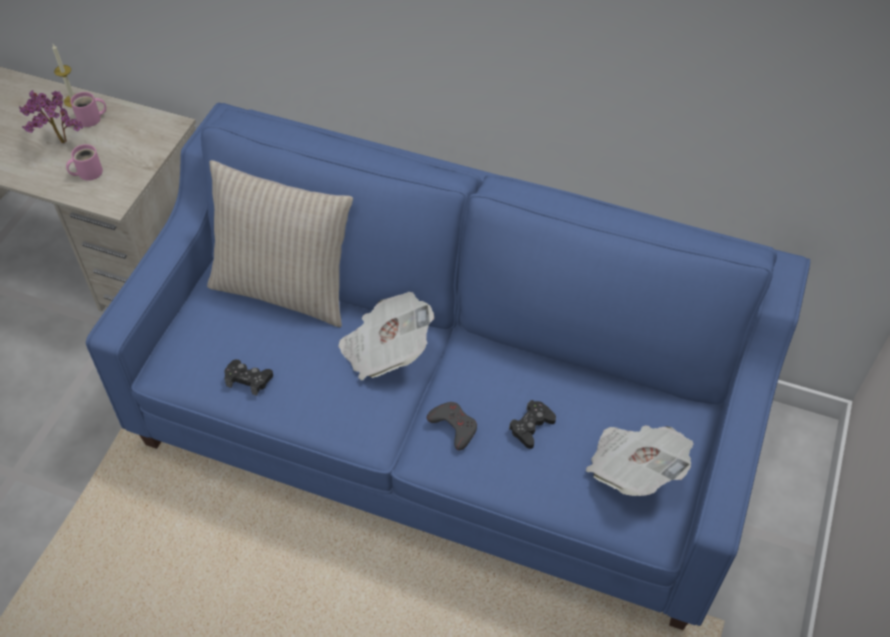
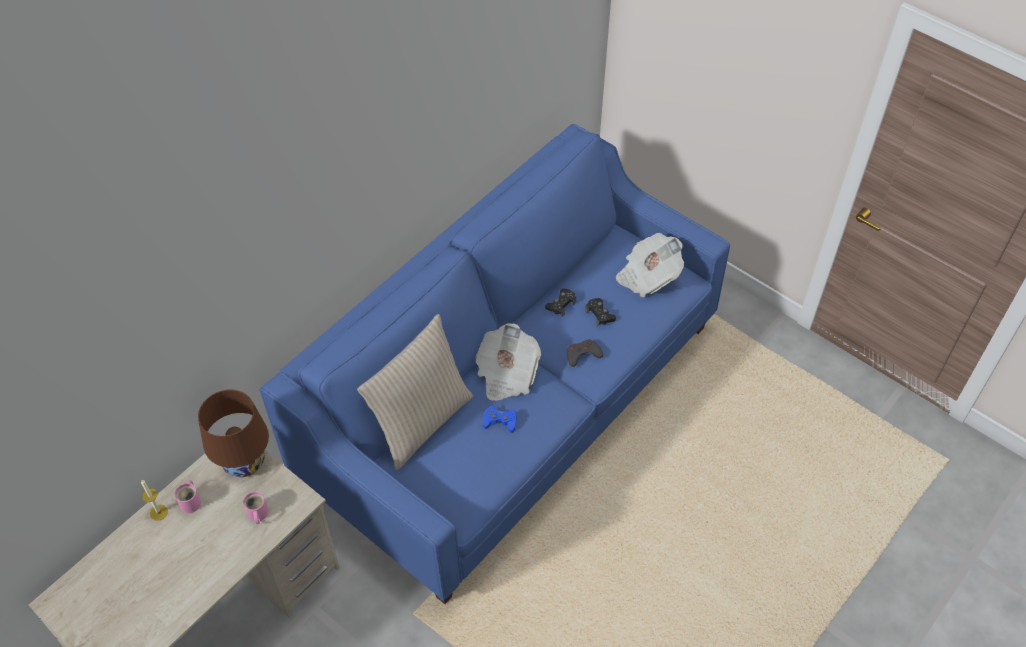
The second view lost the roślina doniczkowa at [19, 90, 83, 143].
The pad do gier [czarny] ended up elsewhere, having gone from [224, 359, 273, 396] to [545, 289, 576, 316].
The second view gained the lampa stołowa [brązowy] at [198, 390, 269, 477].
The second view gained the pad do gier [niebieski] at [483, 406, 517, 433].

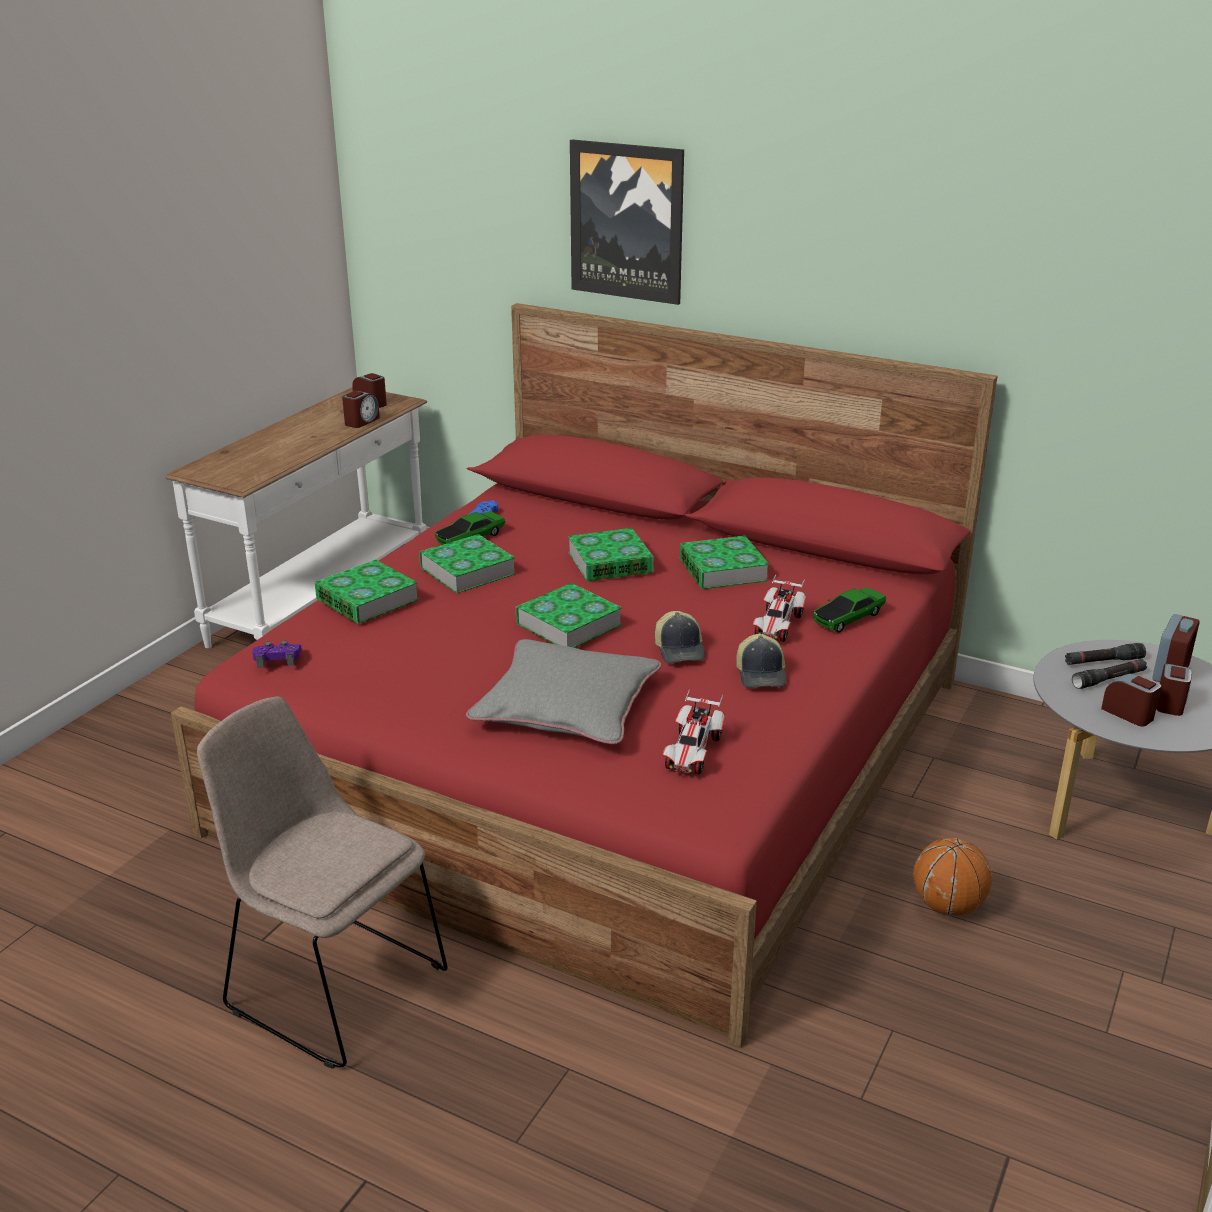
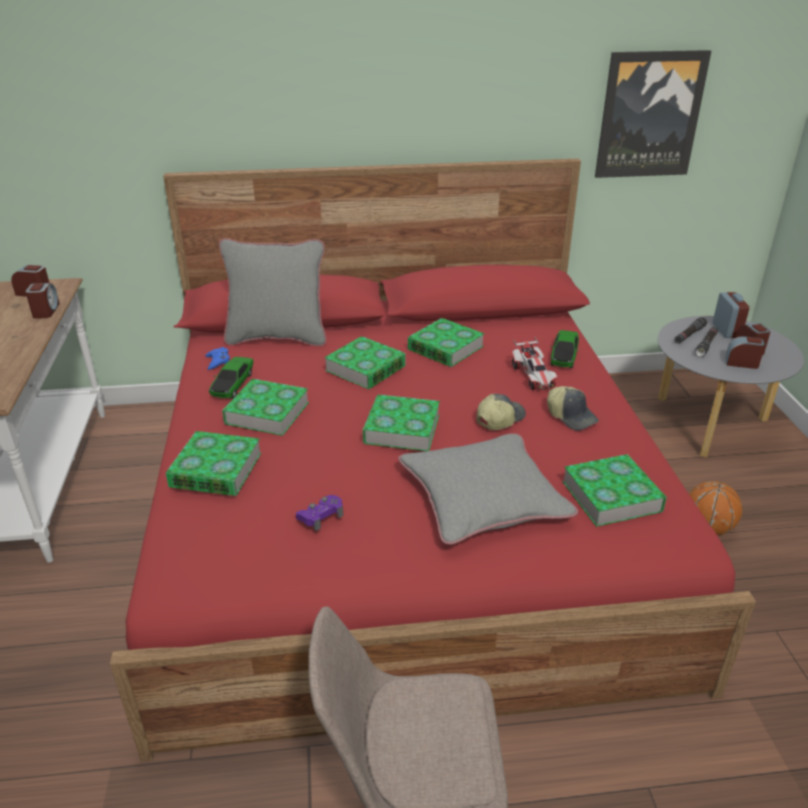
The pad do gier [fioletowy] ended up elsewhere, having gone from [252, 641, 302, 668] to [296, 495, 343, 531].
The obraz ended up elsewhere, having gone from [570, 139, 684, 305] to [595, 50, 711, 178].
The czapka z daszkiem at [655, 611, 705, 664] ended up facing another way, 90 degrees counterclockwise from before.
Where the samochodzik stood at [662, 690, 725, 775], the książka came to stand at [562, 454, 667, 527].
The second view gained the poduszka [szary] at [219, 238, 326, 346].

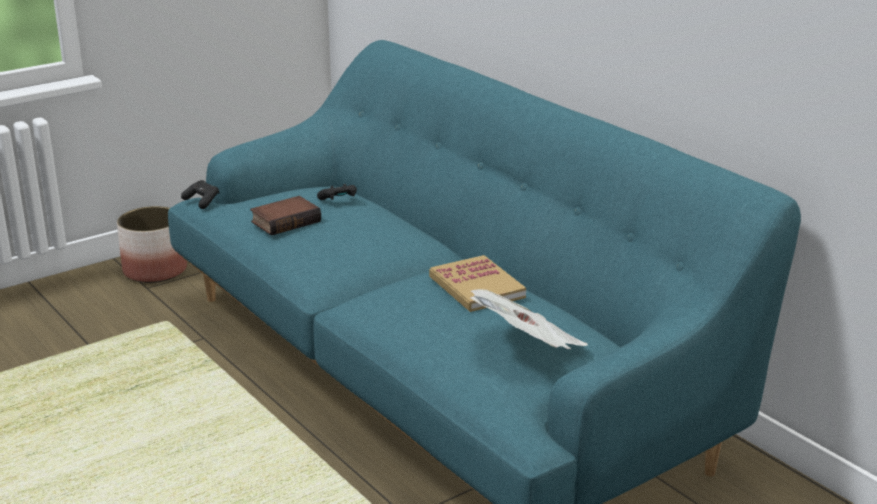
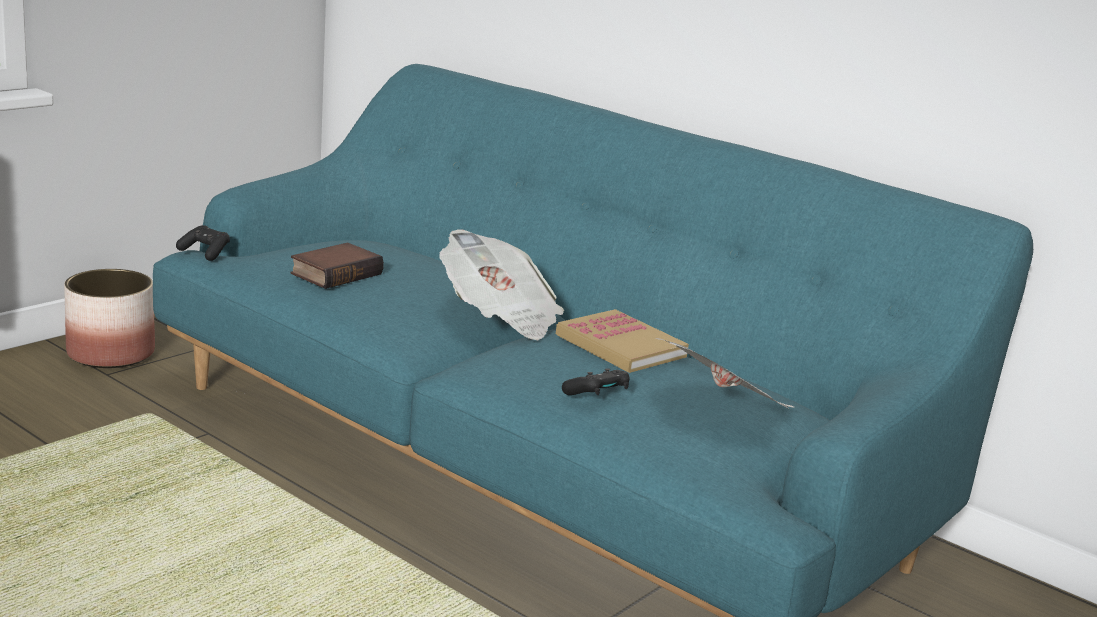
The pad do gier [czarny] ended up elsewhere, having gone from [317, 184, 357, 200] to [562, 369, 630, 395].
The second view gained the gazeta at [439, 229, 564, 340].

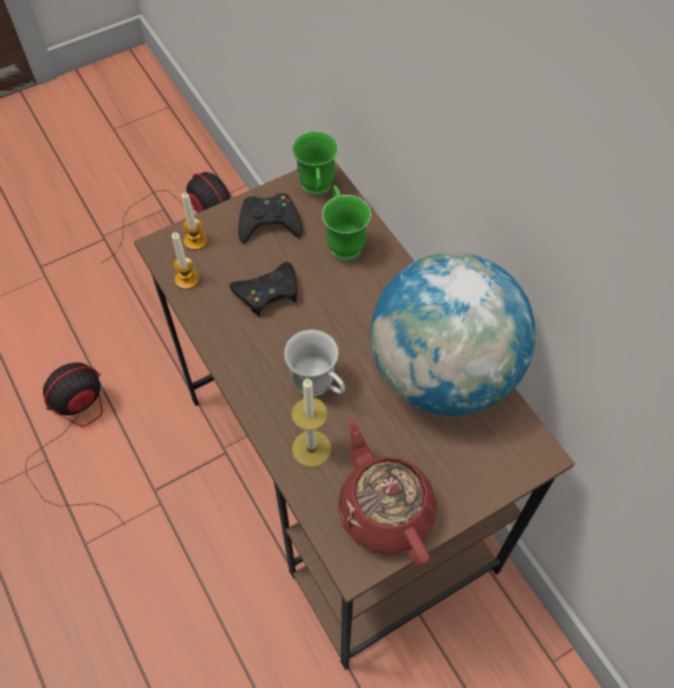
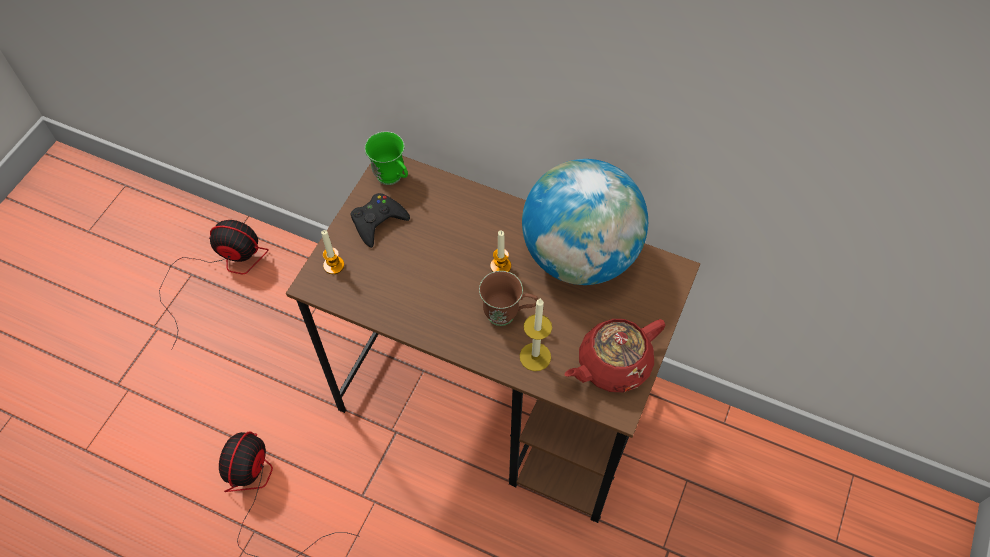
The świeca ended up elsewhere, having gone from [172, 232, 199, 289] to [490, 230, 511, 272].
The second view lost the pad do gier [czarny] at [229, 262, 298, 317].
What was the kubek [biały] at [284, 329, 345, 398] turned into the kubek [brązowy] at [479, 271, 538, 326].
The second view lost the kubek [zielony] at [322, 185, 371, 261].
The imbryk [czerwony] at [338, 421, 437, 567] ended up facing another way, 60 degrees counterclockwise from before.

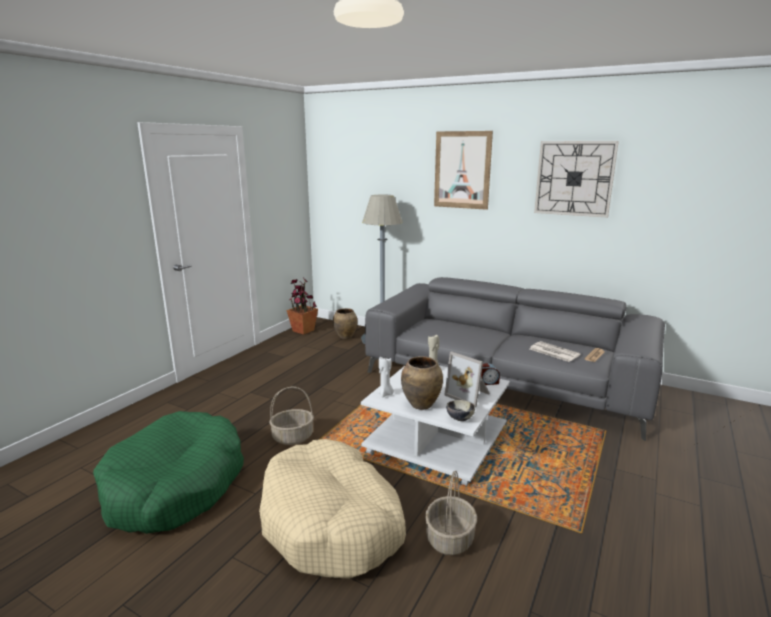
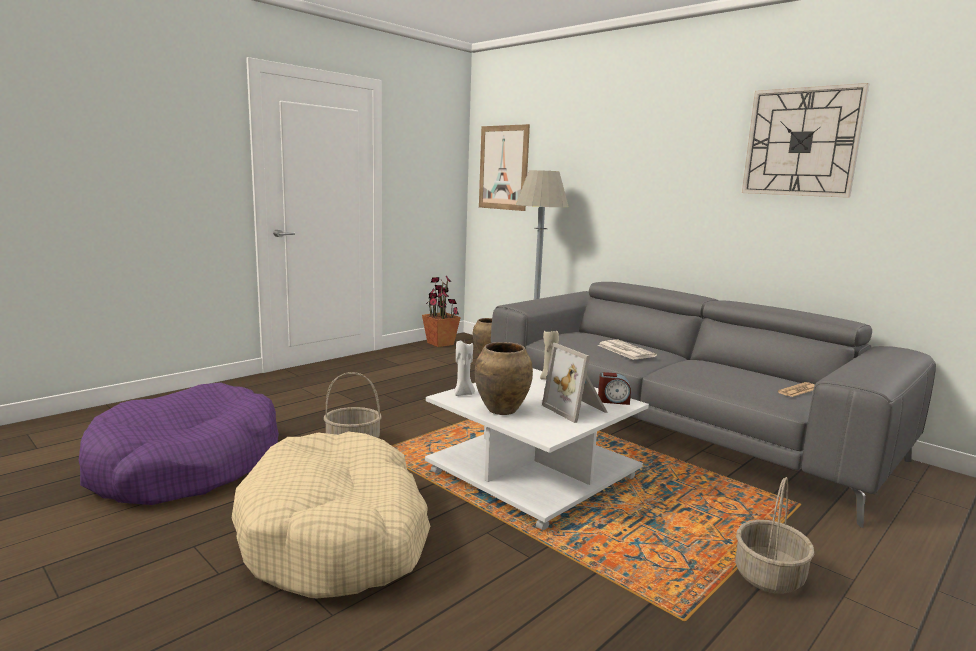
What was the legowisko [zielony] at [93, 411, 244, 534] turned into the legowisko [fioletowy] at [79, 382, 279, 505].
The koszyk ended up elsewhere, having gone from [425, 471, 477, 555] to [735, 477, 814, 594].
The obraz ended up elsewhere, having gone from [434, 131, 493, 210] to [479, 124, 530, 211].
The second view lost the miska at [446, 400, 475, 421].
The gazeta ended up elsewhere, having gone from [530, 341, 581, 362] to [598, 340, 657, 360].

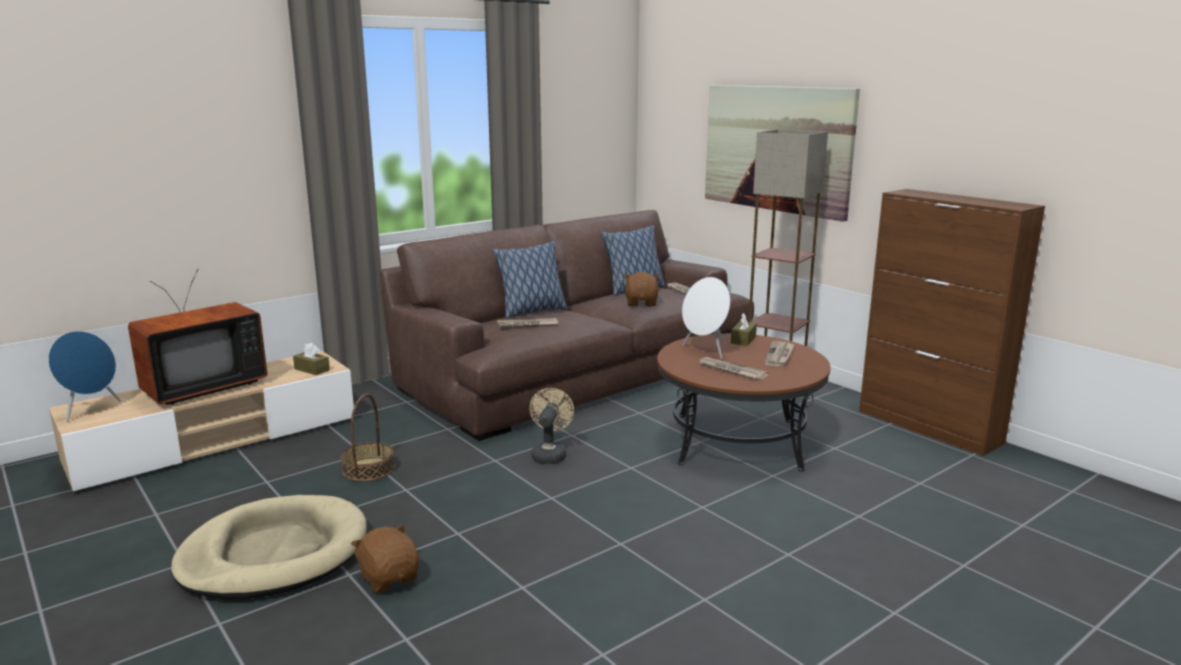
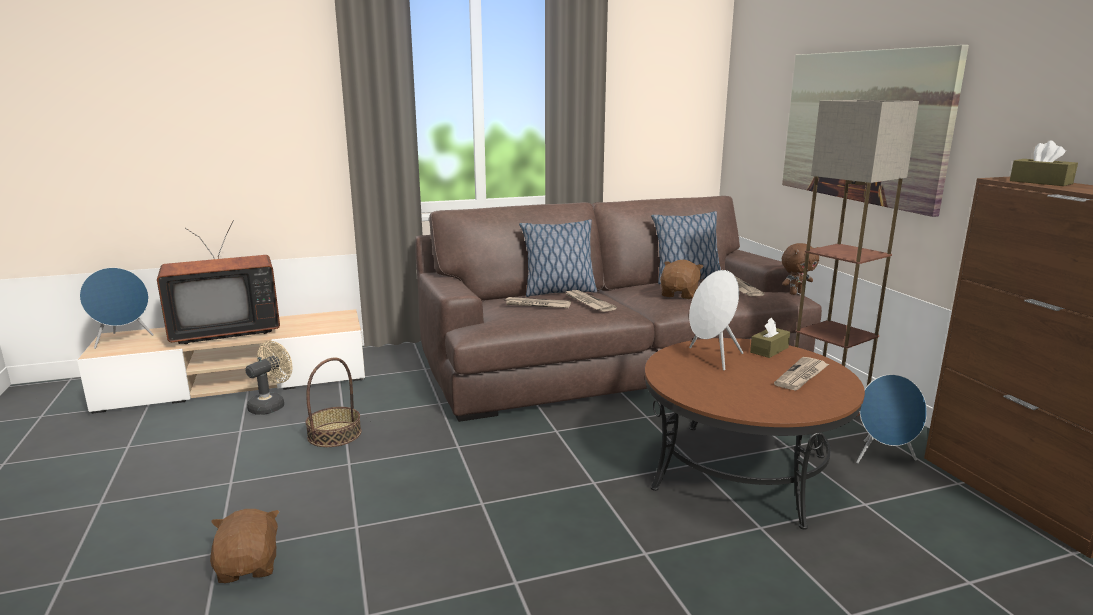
The second view lost the legowisko [beżowy] at [171, 495, 367, 599].
The pudełko chusteczek [brązowy] ended up elsewhere, having gone from [293, 343, 330, 375] to [1010, 140, 1078, 186].
The wentylator [beżowy] ended up elsewhere, having gone from [530, 388, 574, 464] to [245, 341, 292, 415].
The gazeta ended up elsewhere, having gone from [697, 357, 769, 380] to [564, 290, 617, 312].
The second view gained the pluszak [brązowy] at [782, 243, 819, 295].
The second view gained the głośnik [niebieski] at [856, 374, 927, 463].

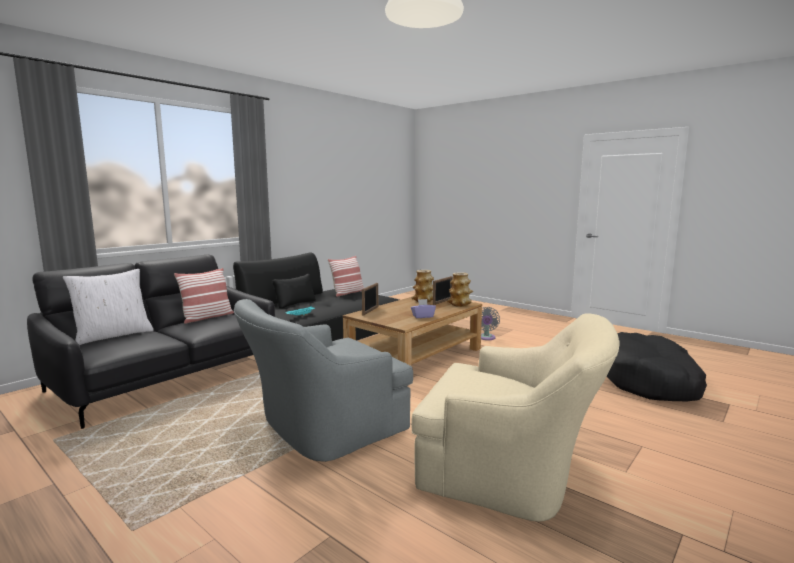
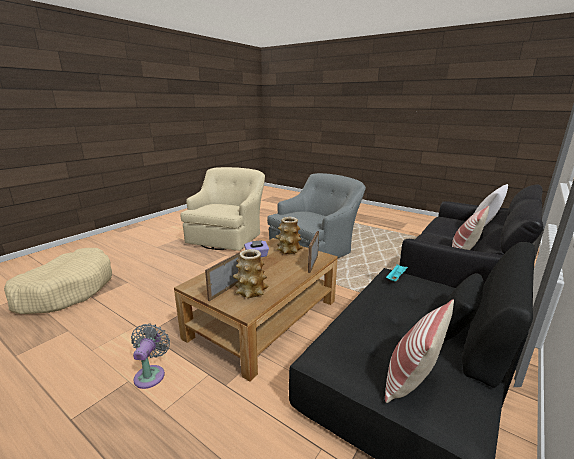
The fotel [beżowy] at [411, 313, 619, 522] ended up facing another way, 90 degrees clockwise from before.
The wazon ended up elsewhere, having gone from [447, 272, 473, 307] to [276, 217, 303, 254].
What was the legowisko [czarny] at [606, 332, 707, 402] turned into the legowisko [beżowy] at [4, 248, 112, 314].

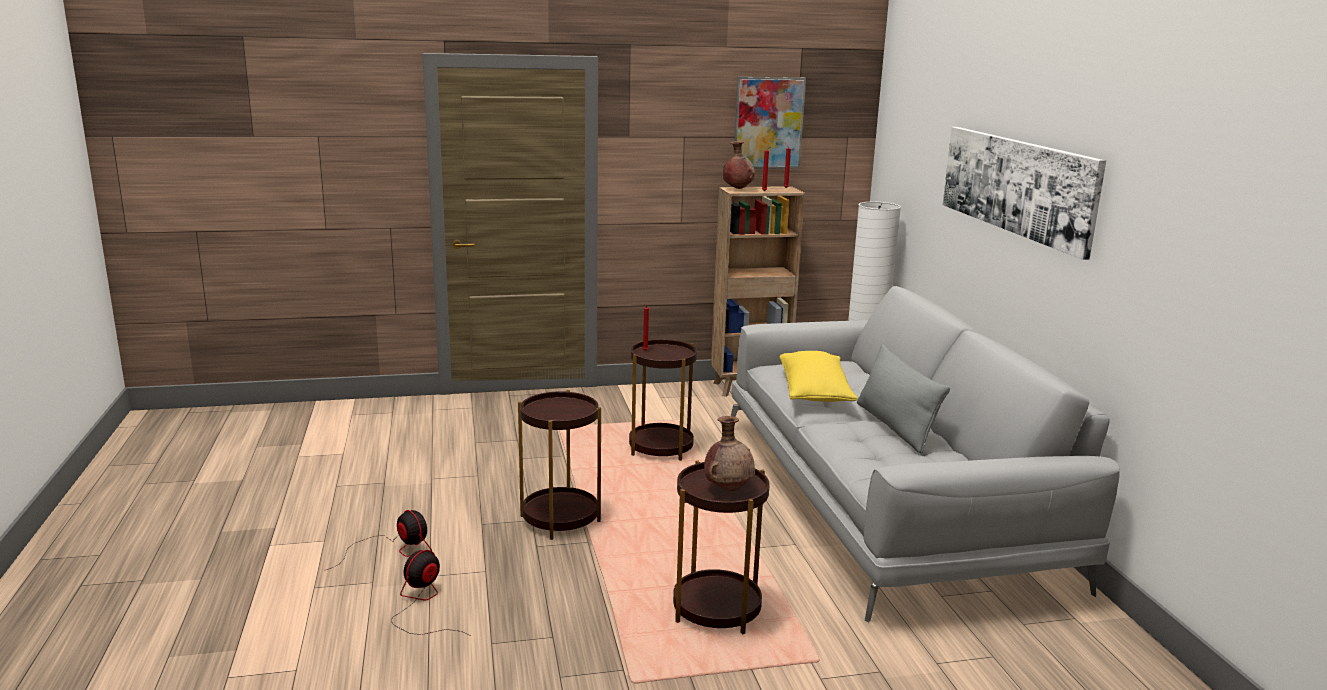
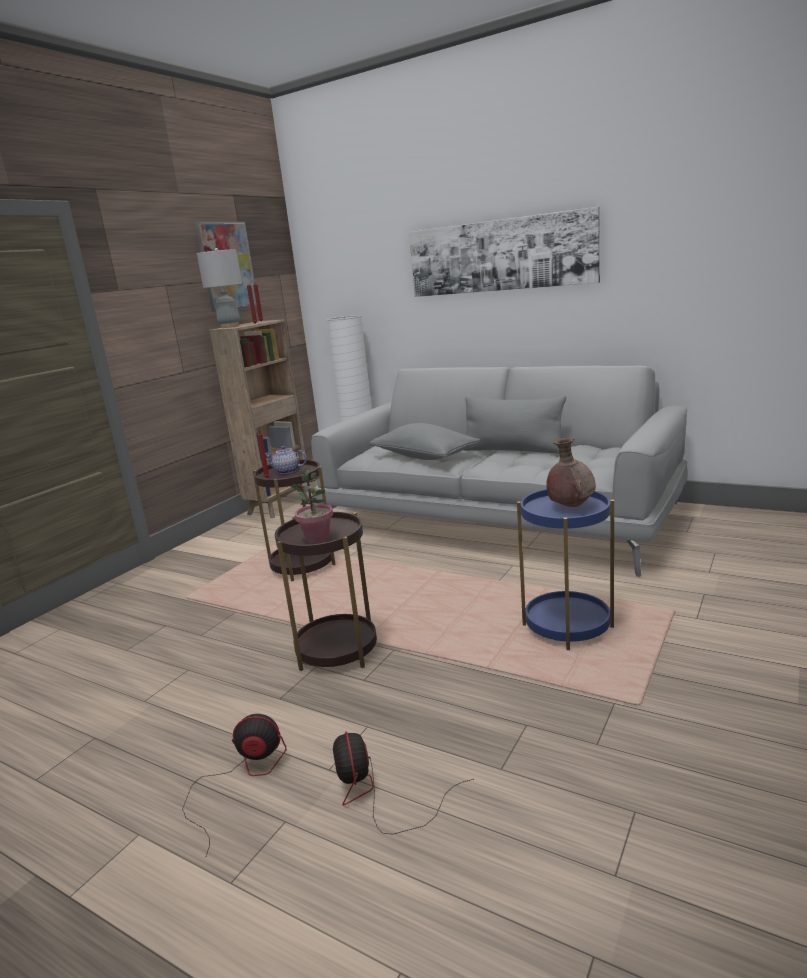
What was the stolik [brązowy] at [673, 461, 770, 634] turned into the stolik [niebieski] at [517, 489, 614, 650].
Where the wazon [brązowy] stood at [723, 141, 755, 189], the lampa stołowa [szary] came to stand at [197, 248, 242, 328].
What was the poduszka [żółty] at [780, 351, 858, 402] turned into the poduszka [szary] at [369, 423, 480, 460].
The second view gained the imbryk at [265, 446, 307, 474].
The second view gained the roślina doniczkowa at [291, 470, 333, 544].

